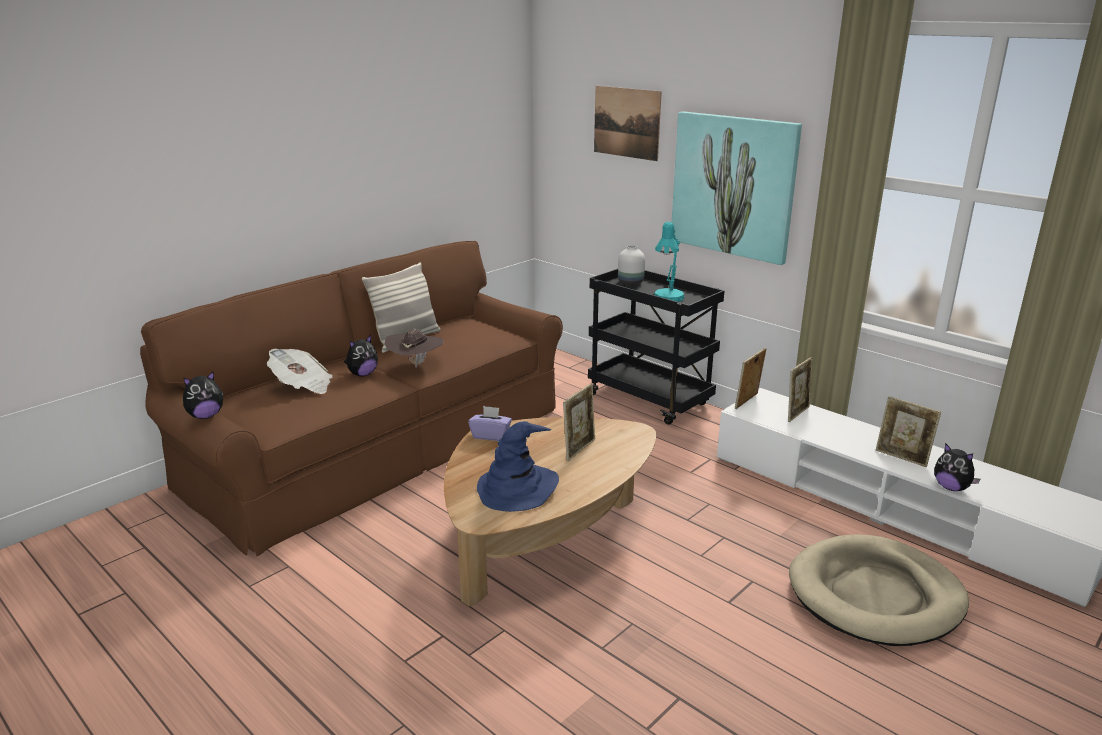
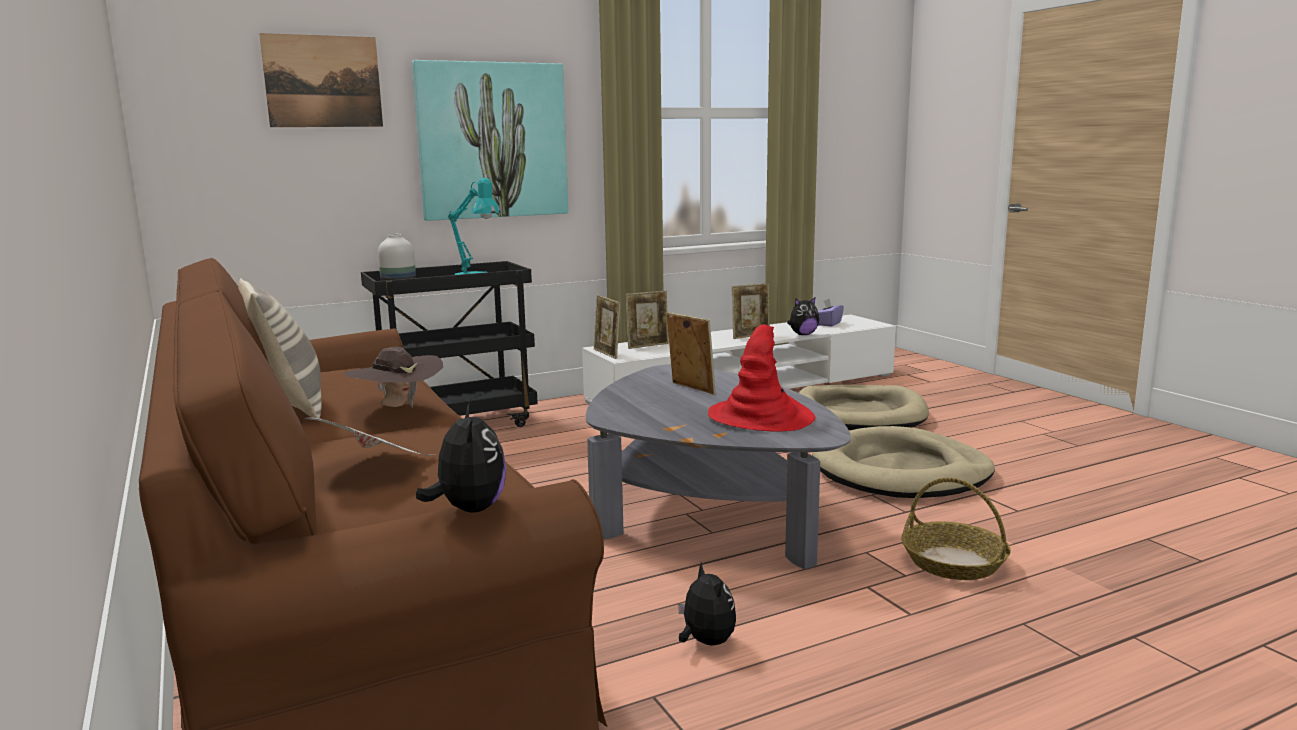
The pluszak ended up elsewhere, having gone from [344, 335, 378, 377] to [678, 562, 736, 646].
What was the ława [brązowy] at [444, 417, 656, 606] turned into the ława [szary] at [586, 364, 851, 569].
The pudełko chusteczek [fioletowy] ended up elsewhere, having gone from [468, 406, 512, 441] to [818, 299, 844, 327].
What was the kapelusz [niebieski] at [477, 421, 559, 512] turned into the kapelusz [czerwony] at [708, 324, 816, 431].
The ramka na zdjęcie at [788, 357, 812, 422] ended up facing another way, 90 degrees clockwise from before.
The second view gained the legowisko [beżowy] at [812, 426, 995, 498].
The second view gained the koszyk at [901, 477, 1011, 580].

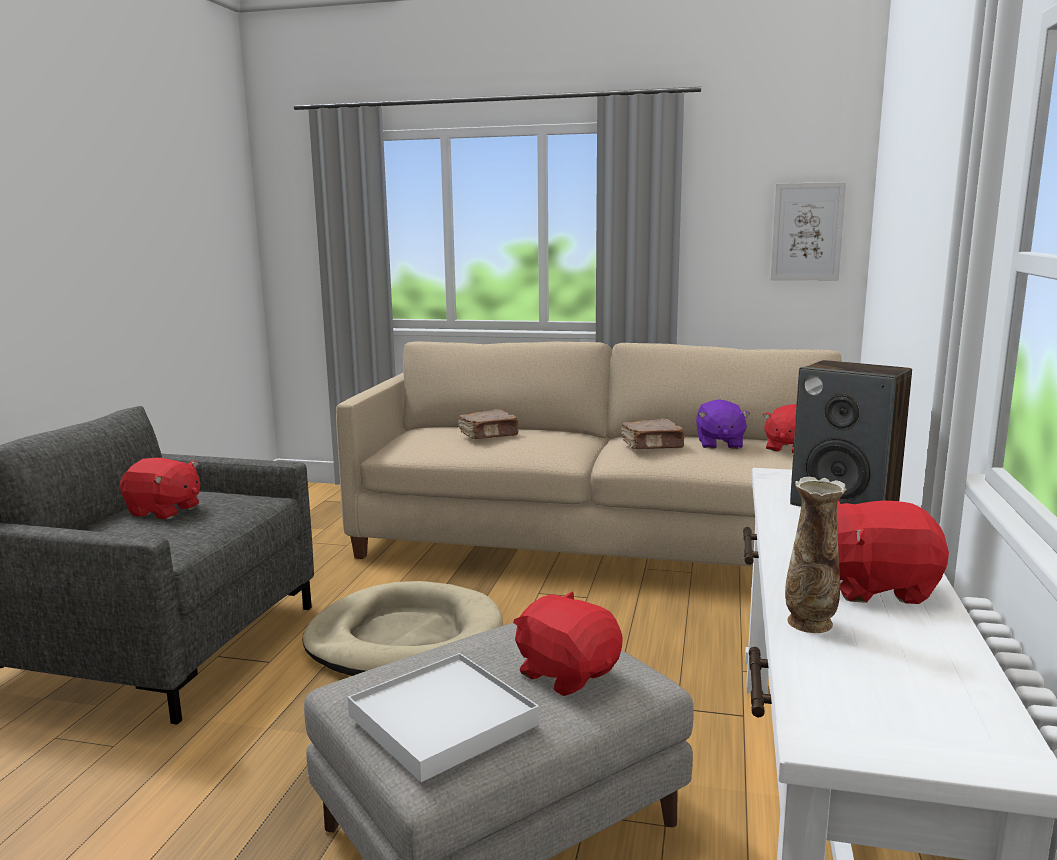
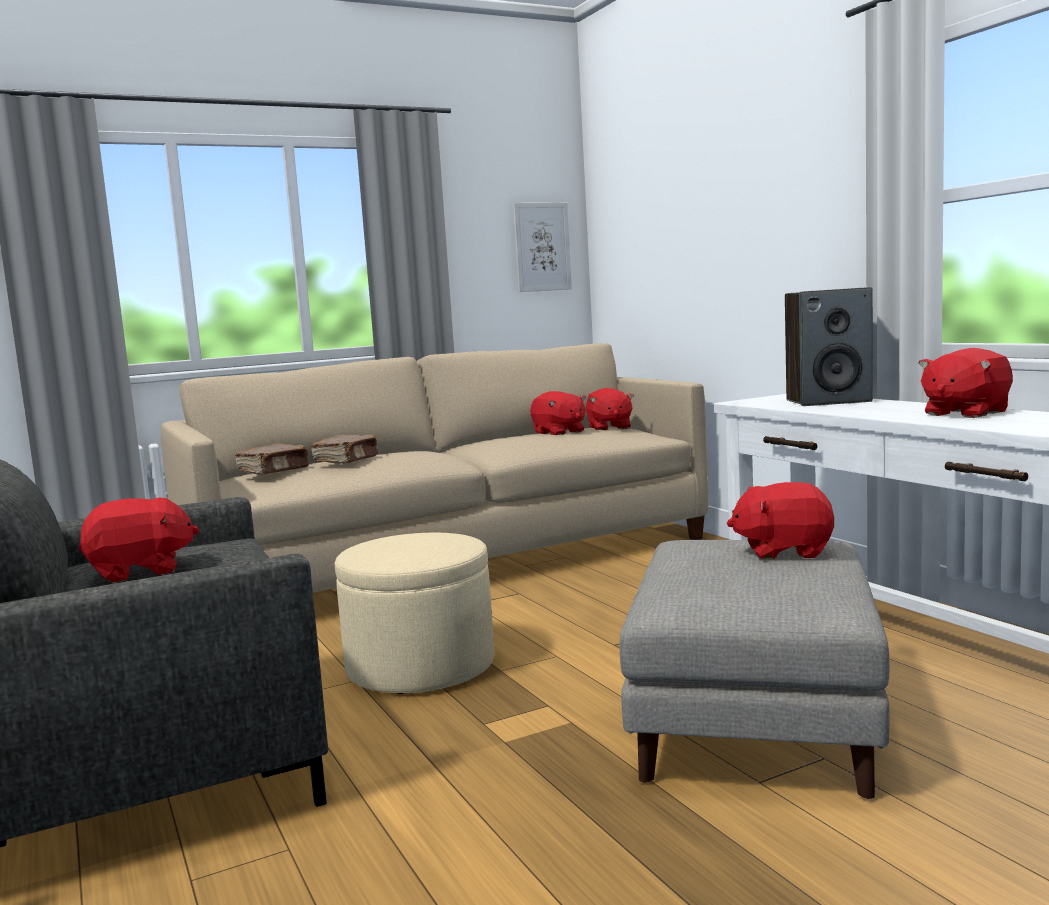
Where the legowisko [beżowy] stood at [302, 581, 502, 676], the pufa [beżowy] came to stand at [335, 532, 494, 694].
The second view lost the taca [biały] at [348, 653, 539, 782].
The książka [brązowy] ended up elsewhere, having gone from [621, 419, 685, 449] to [235, 443, 309, 475].
What was the pluszak [fioletowy] at [696, 399, 750, 449] turned into the pluszak [czerwony] at [530, 391, 586, 435].
The second view lost the wazon at [785, 477, 846, 633].

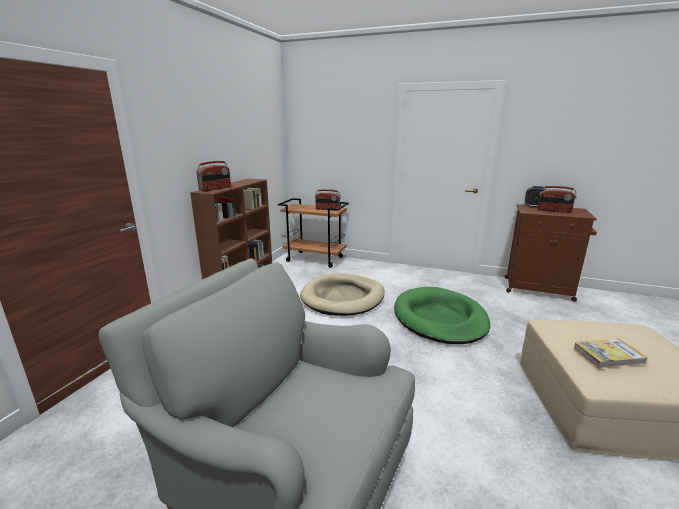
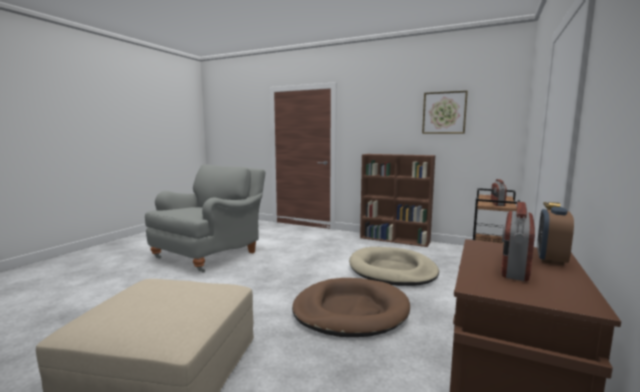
The second view lost the radio at [197, 161, 231, 191].
What was the legowisko [zielony] at [394, 287, 490, 344] turned into the legowisko [brązowy] at [292, 278, 410, 337].
The second view lost the książka at [574, 339, 648, 368].
The second view gained the obraz at [422, 91, 468, 134].

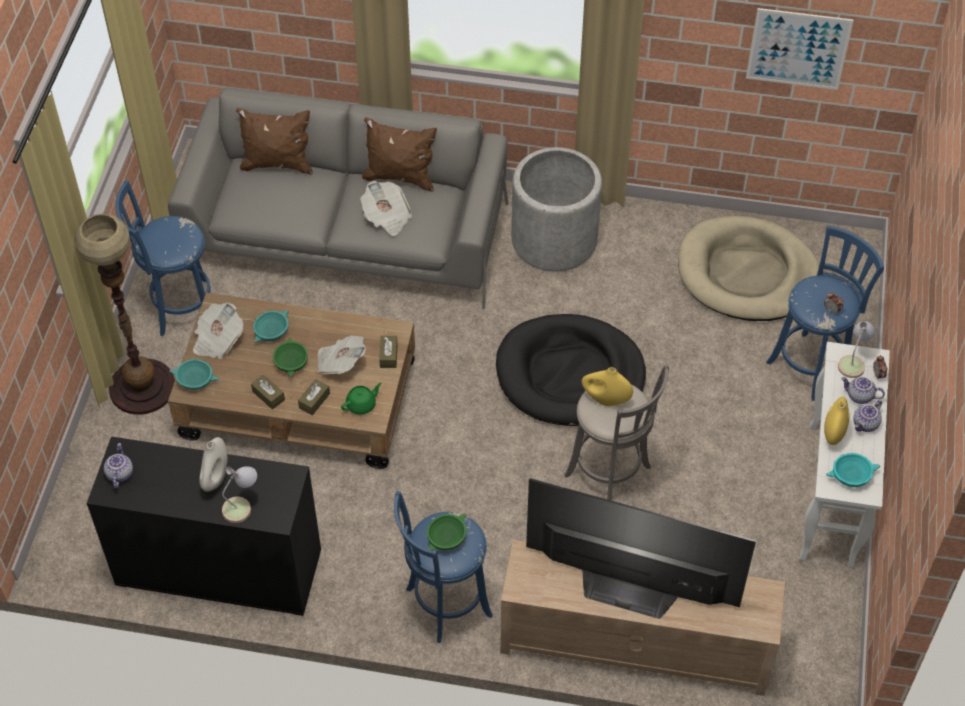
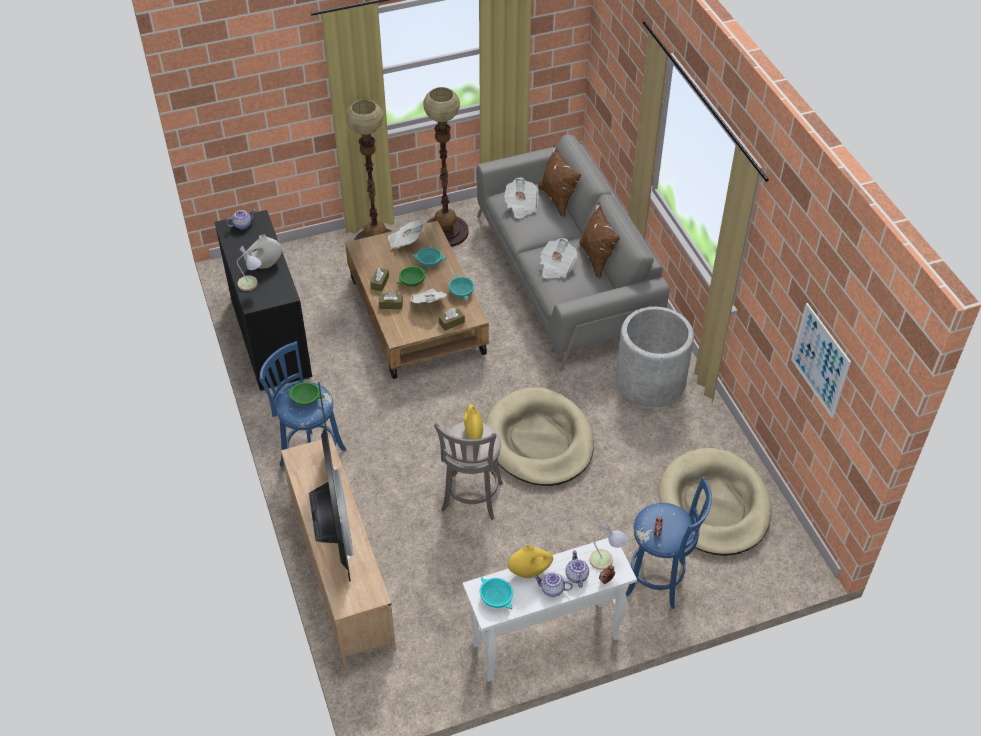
Where the stołek [niebieski] stood at [115, 180, 210, 336], the lampa stojąca came to stand at [423, 87, 469, 247].
The miska [turkusowy] ended up elsewhere, having gone from [169, 359, 219, 390] to [449, 274, 474, 300].
The second view lost the imbryk [zielony] at [341, 382, 382, 415].
What was the legowisko [czarny] at [496, 314, 646, 426] turned into the legowisko [beżowy] at [485, 387, 594, 486].
The second view gained the gazeta at [504, 178, 539, 219].

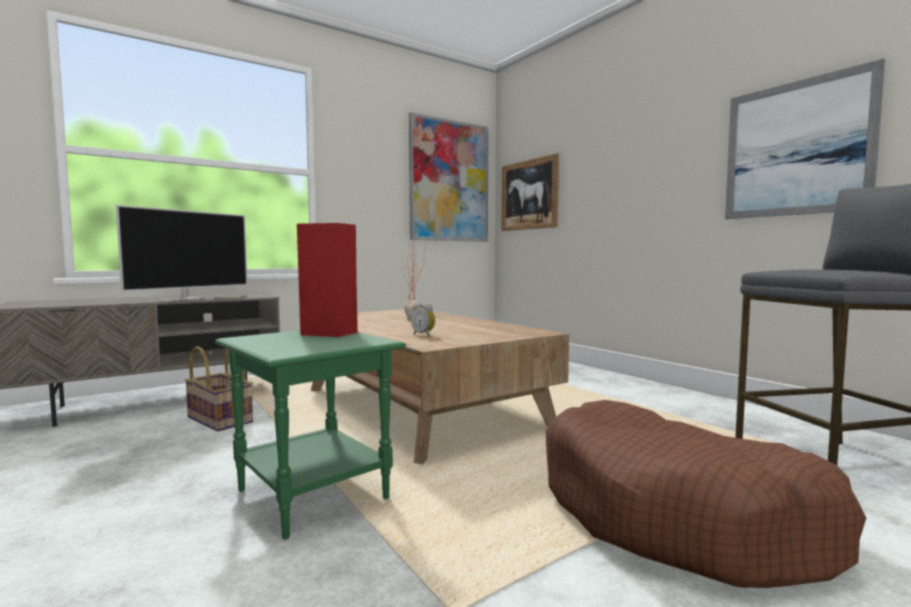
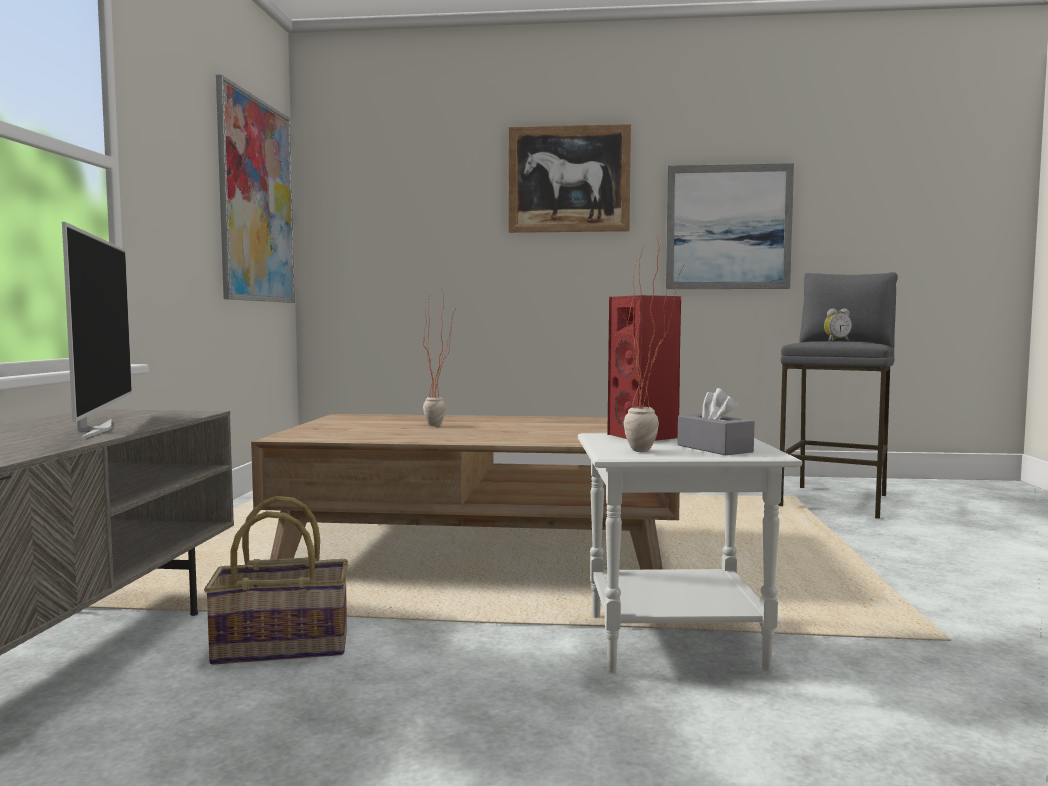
What was the stolik [zielony] at [215, 330, 406, 539] turned into the stolik [biały] at [578, 433, 802, 673].
The budzik ended up elsewhere, having gone from [411, 303, 435, 336] to [824, 309, 852, 341].
The obraz ended up elsewhere, having gone from [501, 153, 559, 231] to [508, 124, 631, 233].
The second view lost the legowisko [brązowy] at [545, 400, 866, 588].
The second view gained the roślina doniczkowa at [623, 235, 683, 452].
The second view gained the pudełko chusteczek [szary] at [677, 388, 755, 455].

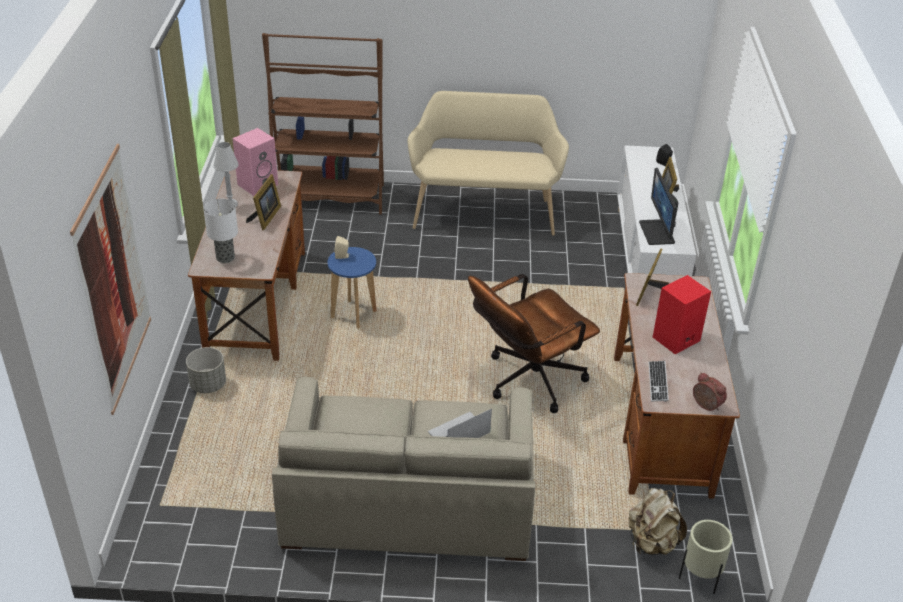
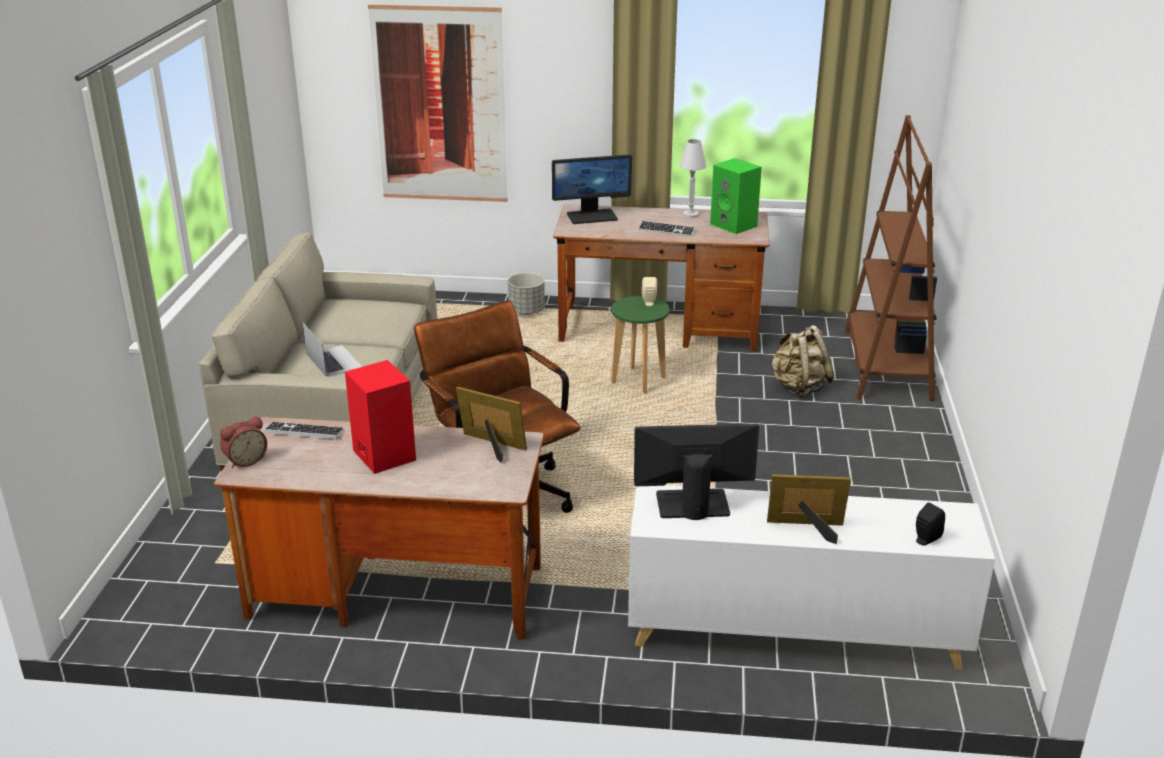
Where the lampa stołowa stood at [203, 199, 238, 263], the monitor came to stand at [552, 154, 632, 224].
What was the głośnik [różowy] at [232, 128, 278, 196] turned into the głośnik [zielony] at [710, 158, 762, 234].
Where the ramka na zdjęcie stood at [246, 174, 281, 230], the klawiatura came to stand at [638, 221, 695, 236].
What was the stołek [niebieski] at [327, 247, 377, 329] turned into the stołek [zielony] at [611, 296, 669, 394].
The second view lost the ławka [beżowy] at [407, 91, 569, 236].
The plecak [beżowy] ended up elsewhere, having gone from [629, 488, 687, 555] to [770, 325, 834, 397].
The second view lost the donica [beżowy] at [679, 520, 733, 594].

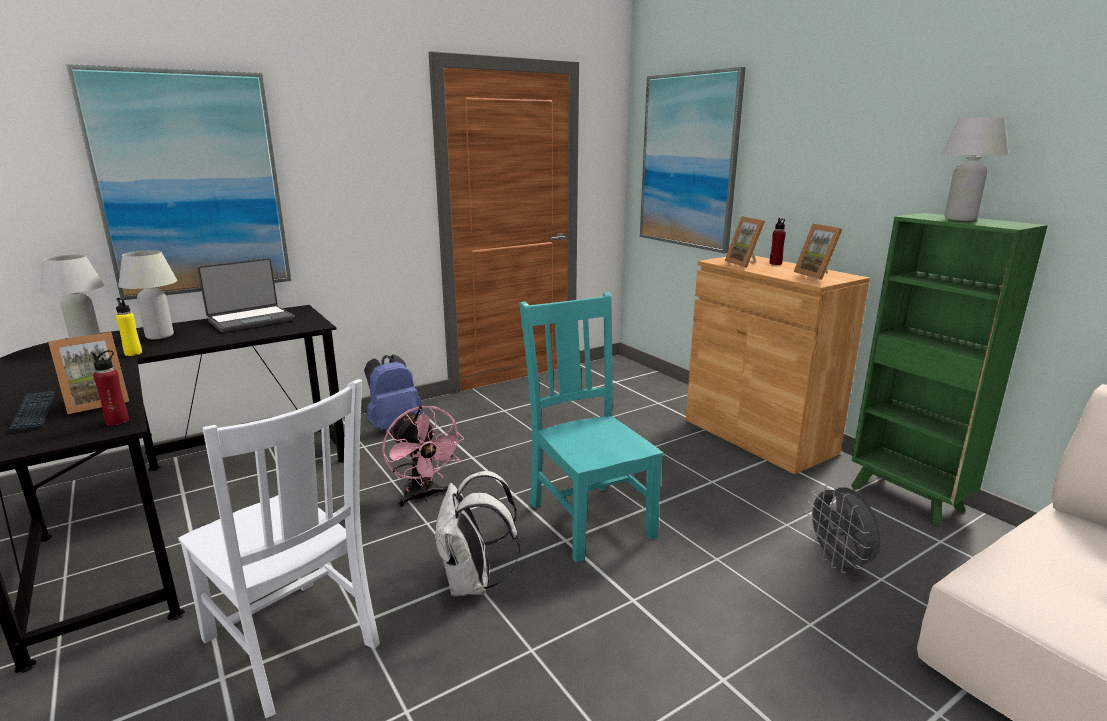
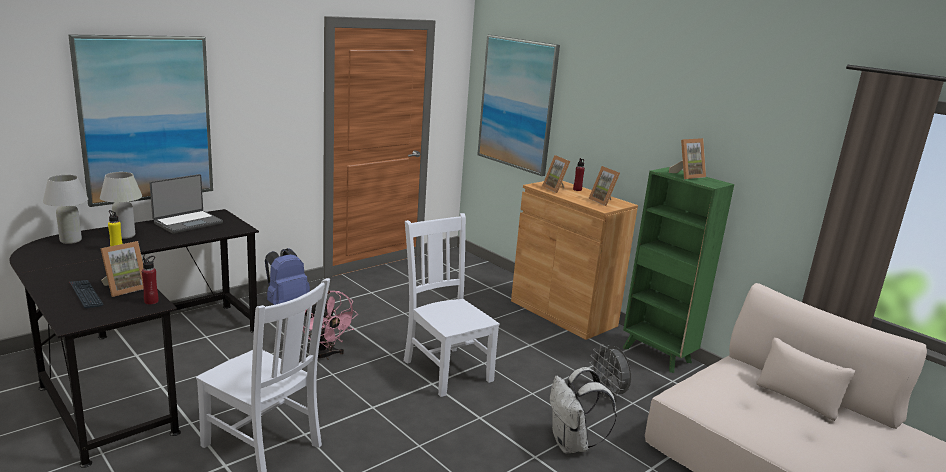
The plecak [biały] ended up elsewhere, having gone from [434, 471, 520, 596] to [550, 367, 617, 453].
What was the krzesło [turkusowy] at [519, 292, 664, 562] turned into the krzesło [biały] at [404, 213, 500, 397].
Where the lampa stołowa [biały] stood at [941, 118, 1009, 221], the ramka na zdjęcie came to stand at [669, 138, 706, 179].

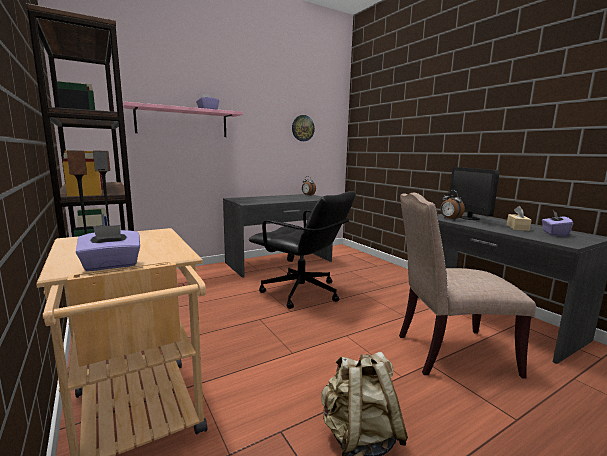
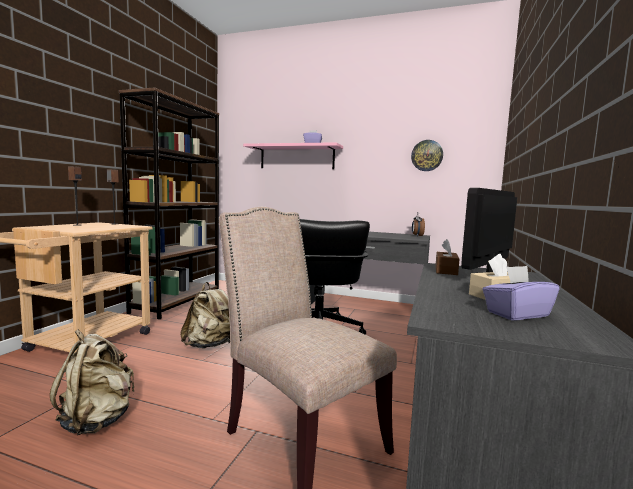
The second view lost the pudełko chusteczek [fioletowy] at [76, 225, 140, 271].
Where the budzik stood at [440, 190, 465, 220], the pudełko chusteczek [brązowy] came to stand at [435, 239, 460, 275].
The second view gained the plecak [beżowy] at [180, 282, 230, 349].

